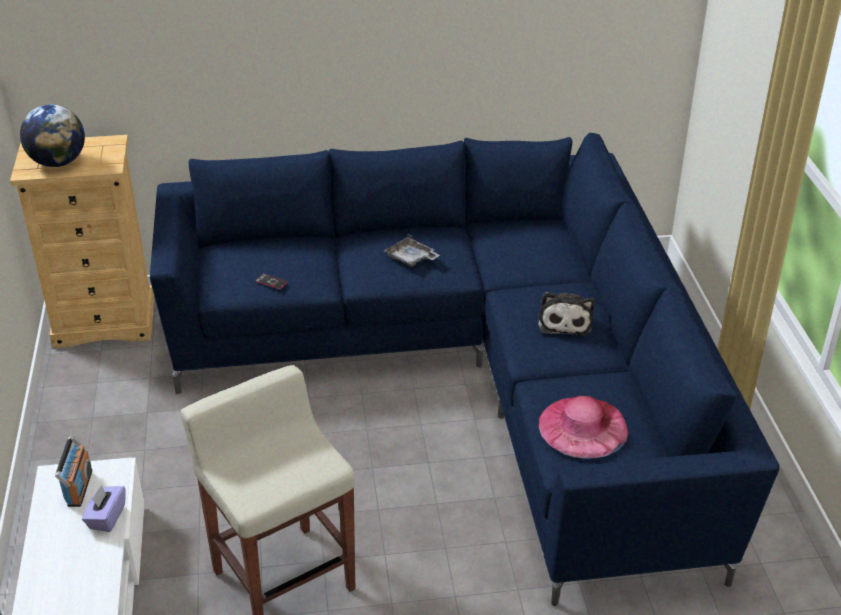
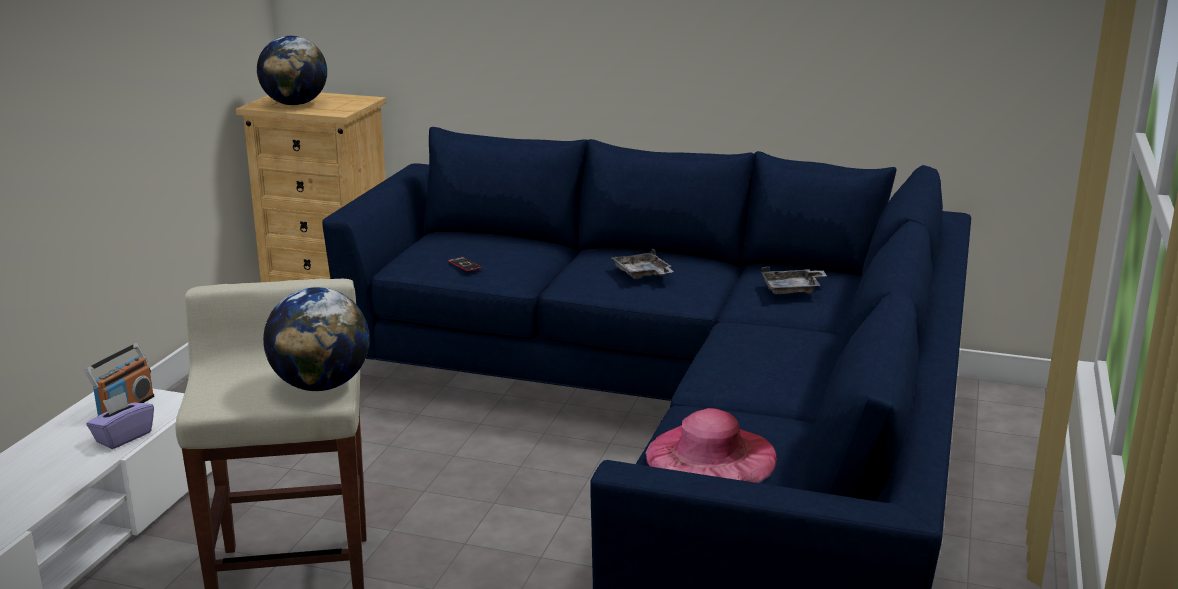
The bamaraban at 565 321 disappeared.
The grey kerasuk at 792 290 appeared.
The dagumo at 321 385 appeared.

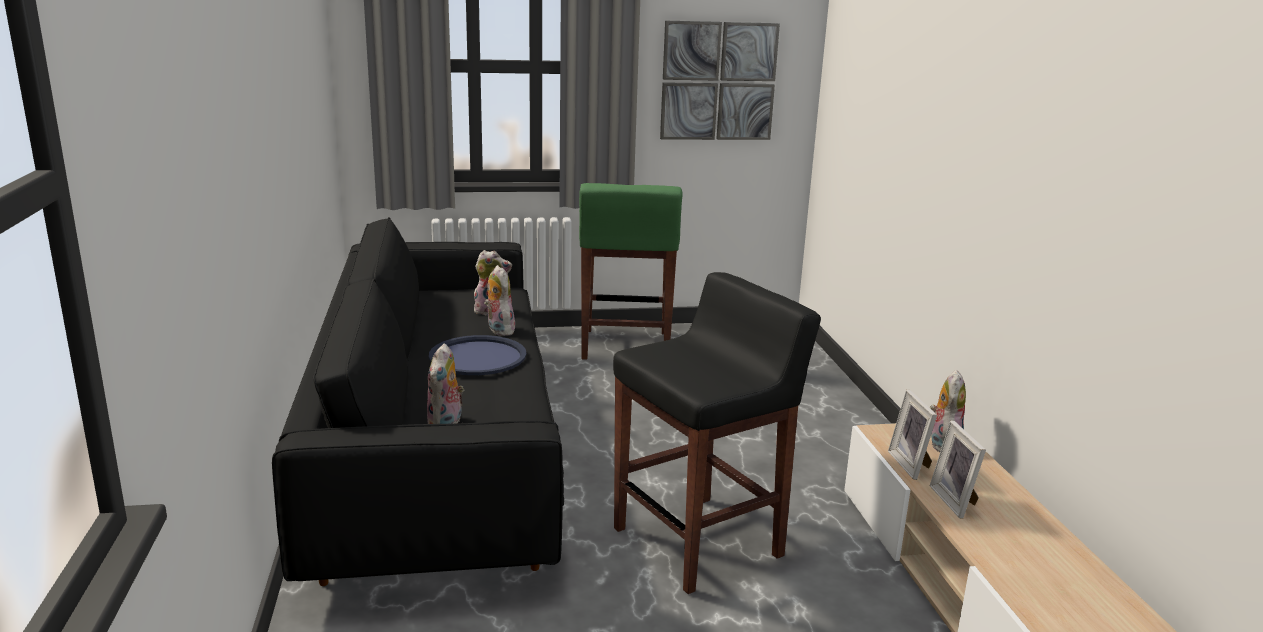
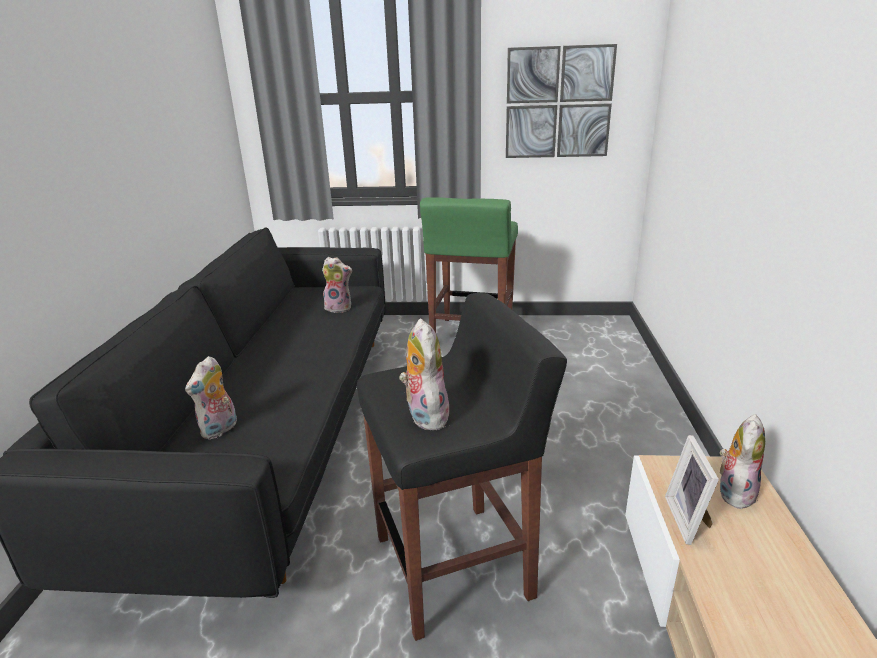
The bamaraban moved from 498 330 to 424 415.
The blue kerasuk at 477 357 disappeared.
The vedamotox at 956 501 disappeared.

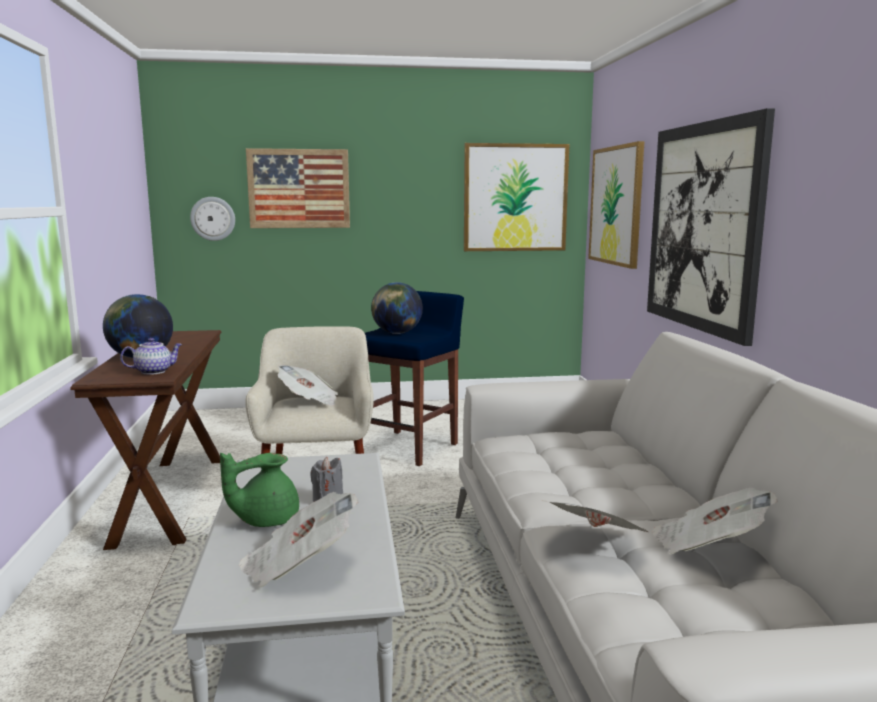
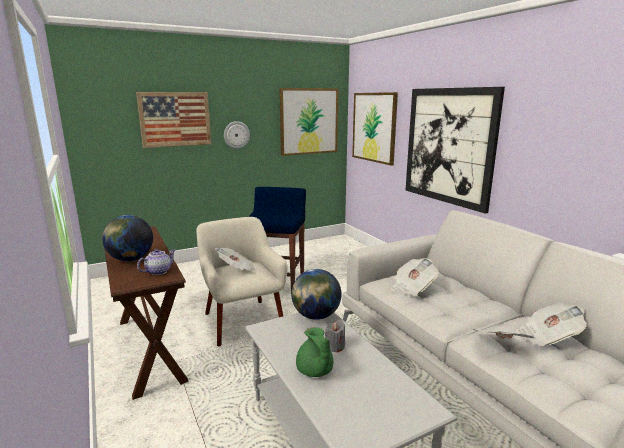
The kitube moved from 213 218 to 236 135.
The dagumo moved from 396 333 to 316 316.
The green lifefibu at 265 520 turned 60 degrees counterclockwise.
The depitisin moved from 298 566 to 412 288.

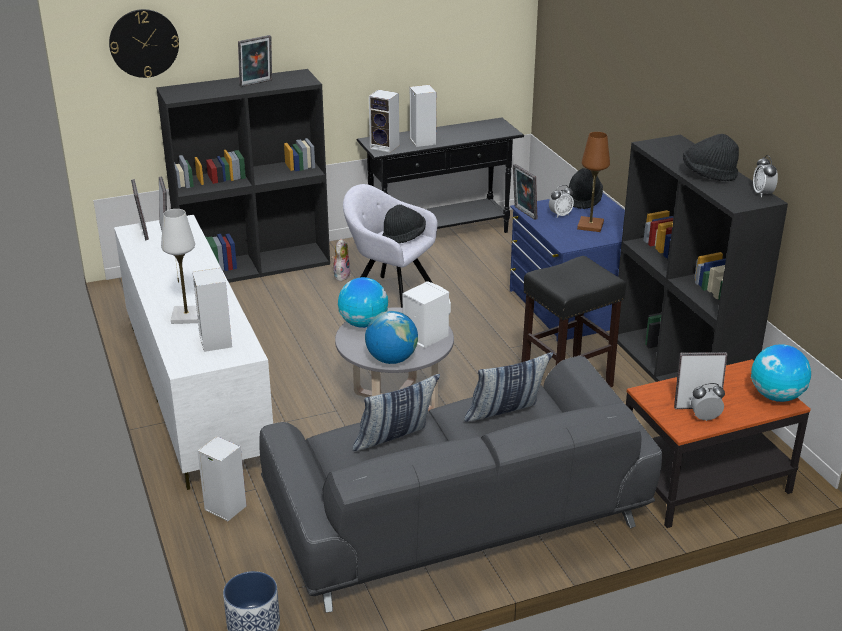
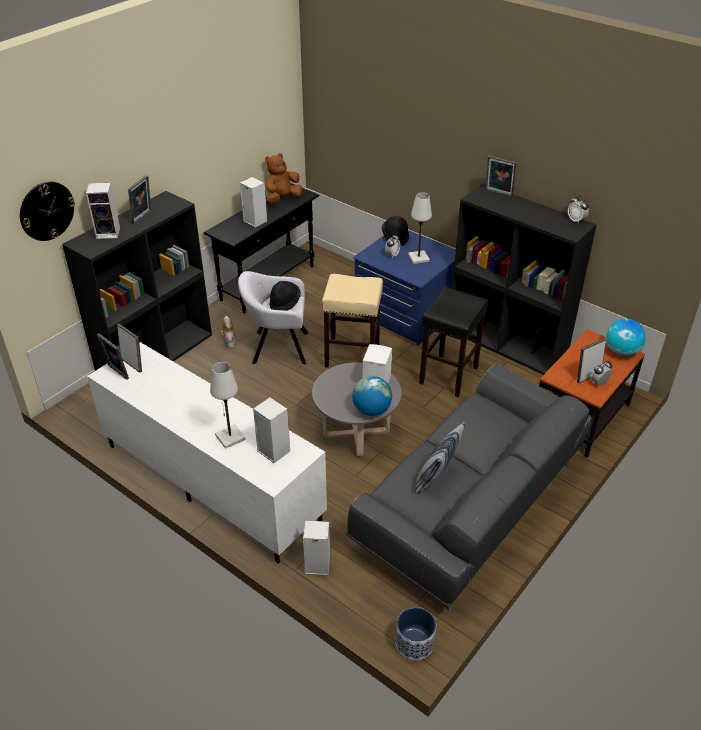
The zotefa moved from 386 147 to 109 233.
The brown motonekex at 590 226 became the white motonekex at 418 258.
The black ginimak at 708 175 disappeared.
The vedamotox moved from 523 213 to 498 193.
The dagumo at 363 324 disappeared.
The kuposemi at 505 418 disappeared.
The brown bamaraban at 282 199 appeared.
The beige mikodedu at 353 356 appeared.

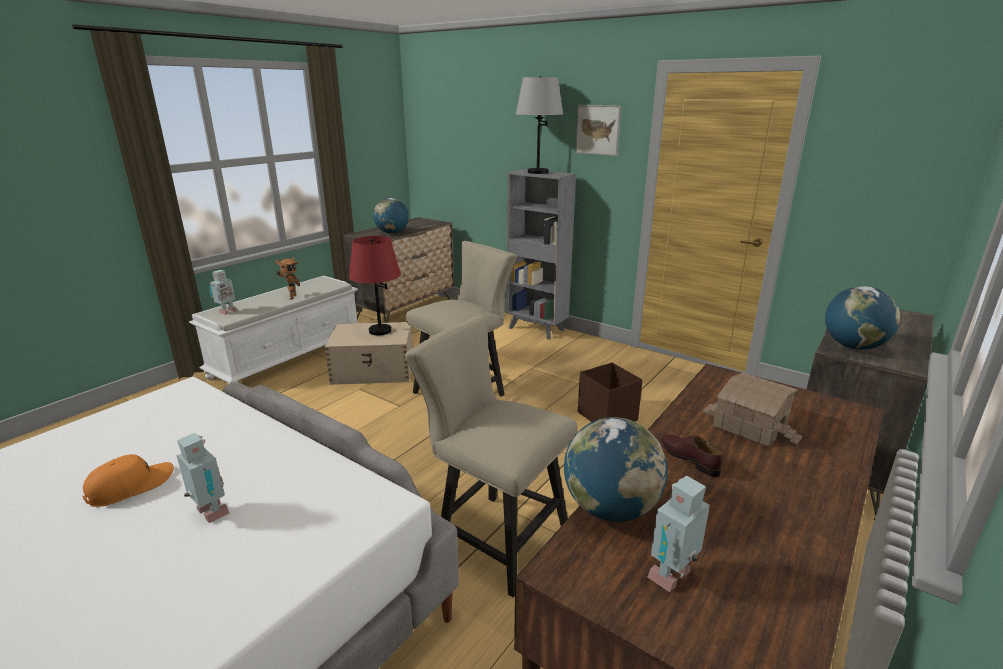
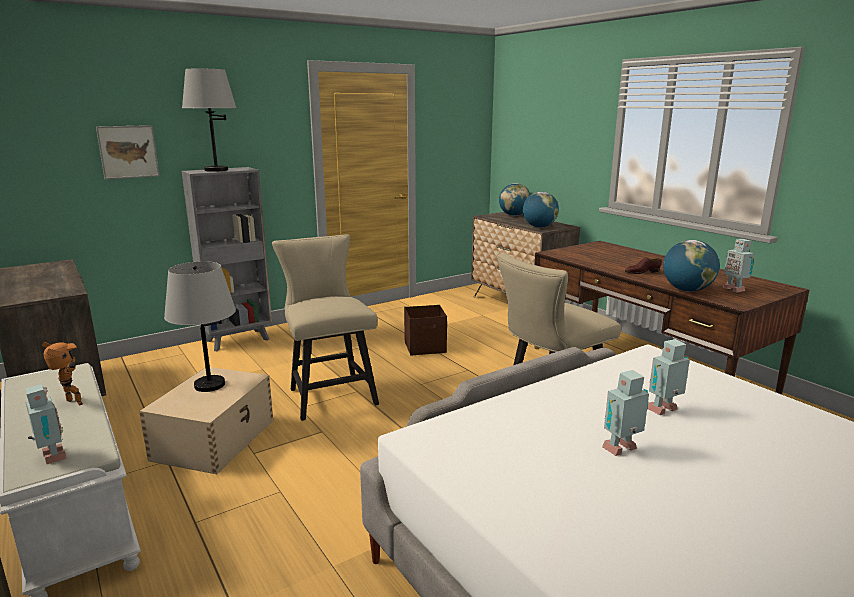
The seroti moved from 598 130 to 128 152.
The dagumo moved from 392 233 to 514 215.
The red motonekex at 379 331 became the grey motonekex at 209 385.
The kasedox at 751 424 disappeared.
The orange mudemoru at 131 486 was replaced by the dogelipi at 622 449.

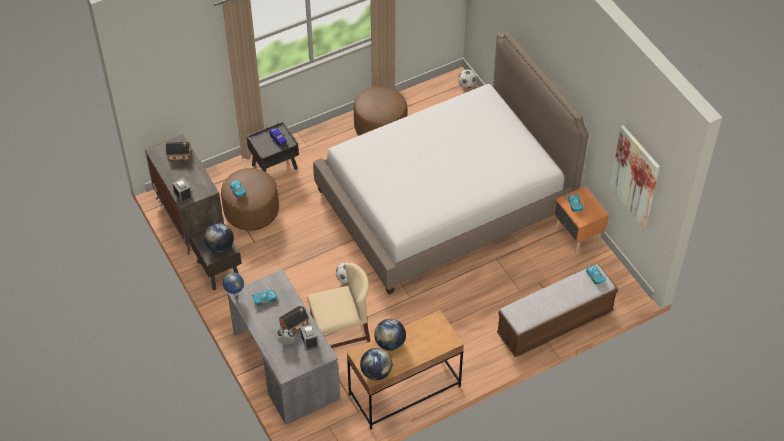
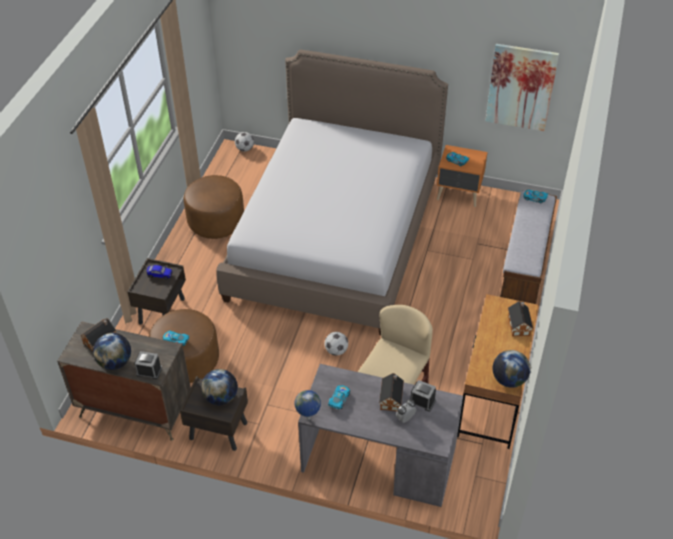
The dagumo moved from 390 343 to 115 362.
The kasedox at 519 325 appeared.

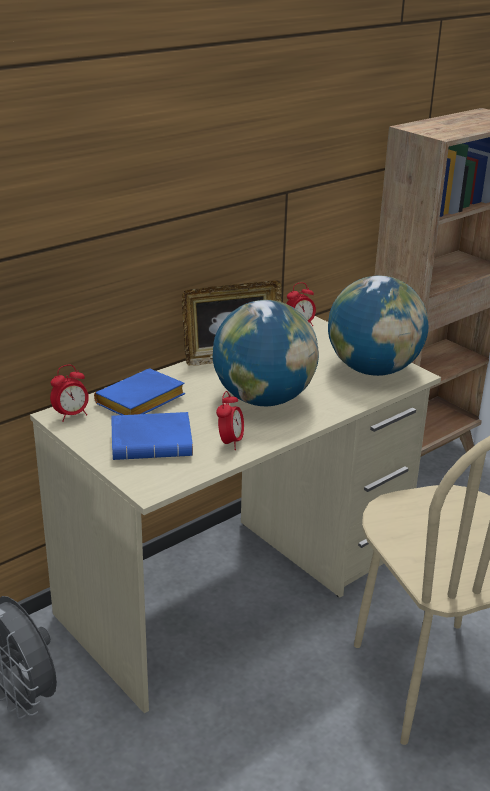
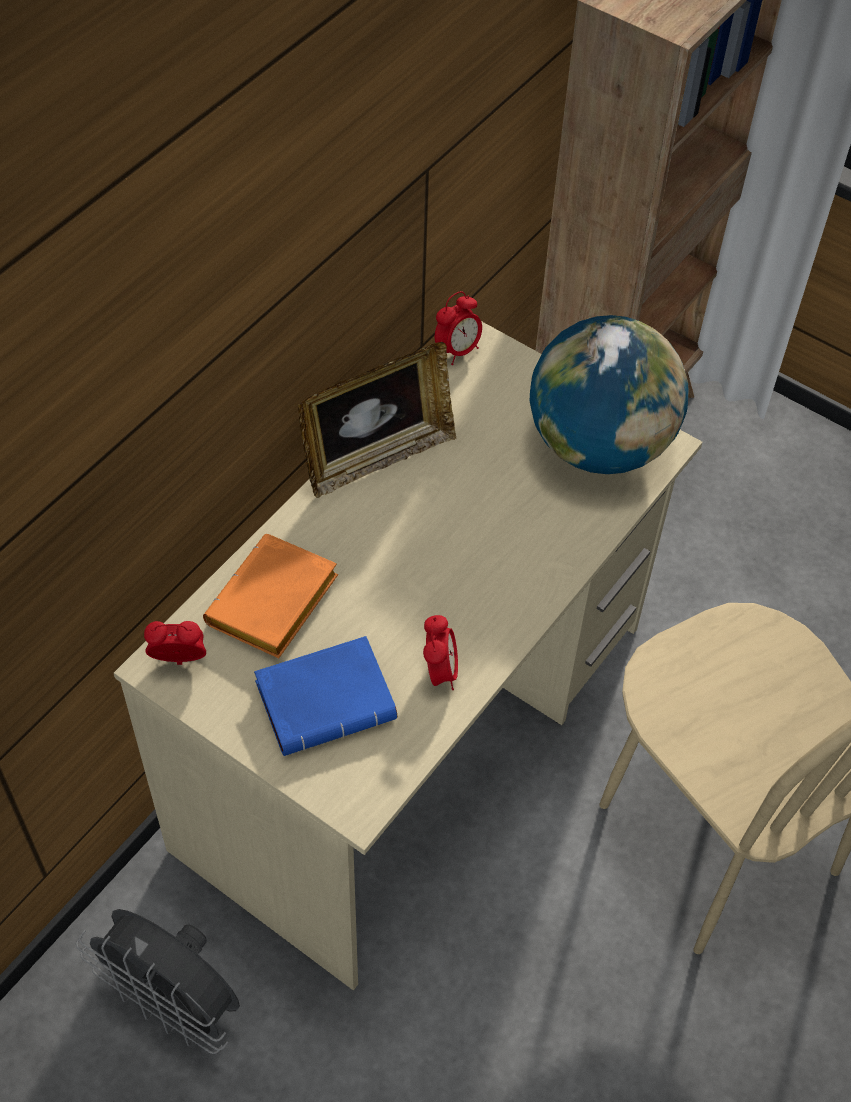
The dagumo at 264 399 disappeared.
The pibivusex at 71 415 turned 135 degrees counterclockwise.
The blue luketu at 140 402 became the orange luketu at 274 606.

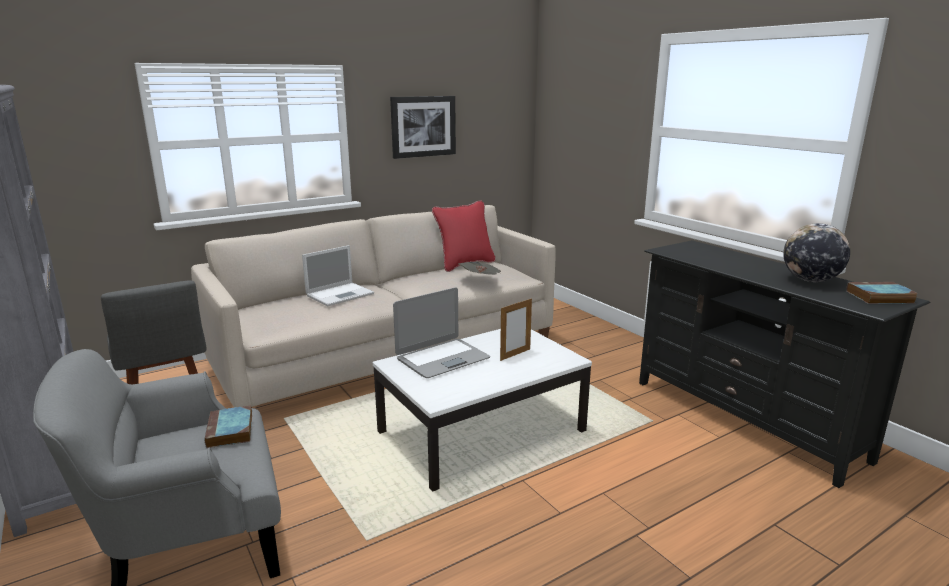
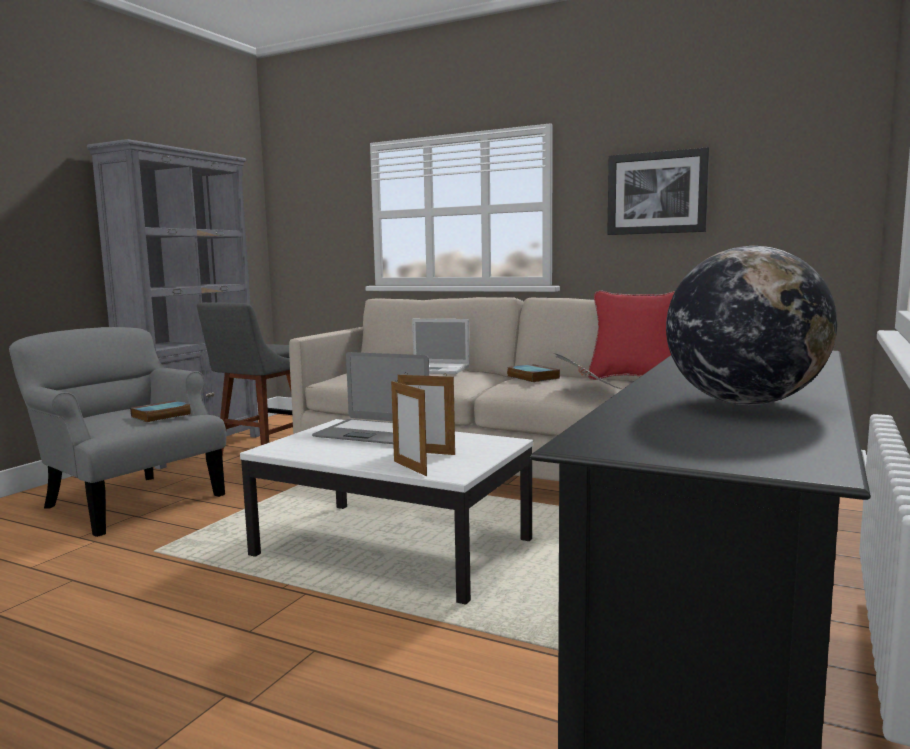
The luketu moved from 879 297 to 532 377.
The vedamotox at 410 468 appeared.

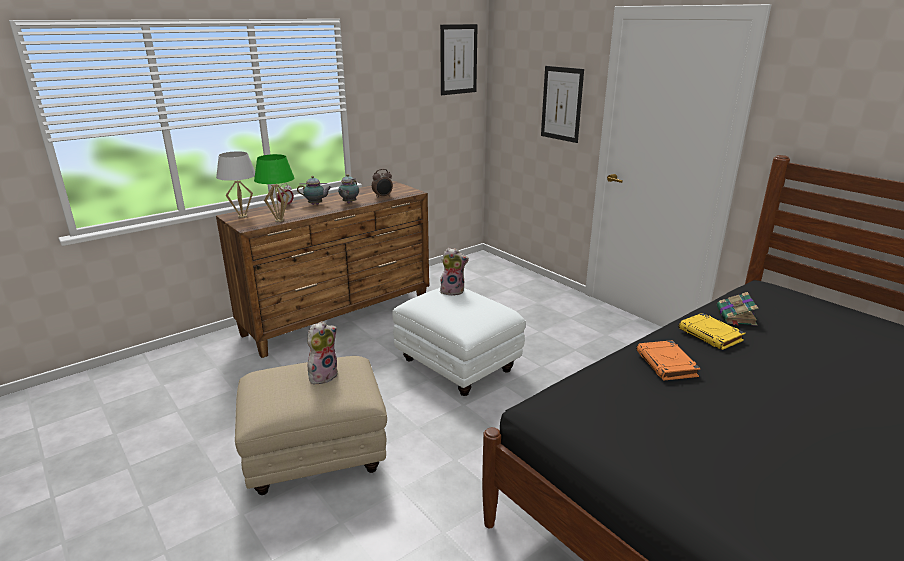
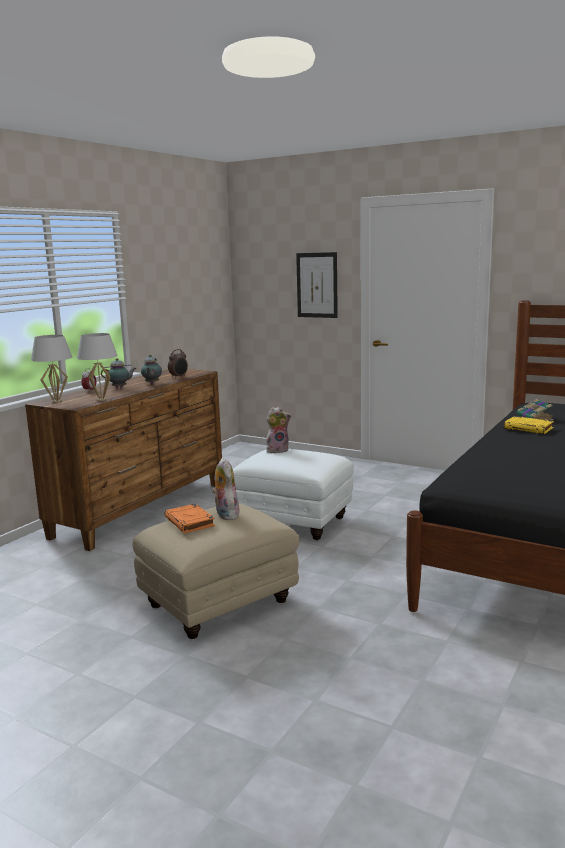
The seroti at 458 59 disappeared.
The green motonekex at 279 220 became the white motonekex at 101 399.
The bamaraban at 323 375 turned 45 degrees counterclockwise.
The orange luketu moved from 667 364 to 190 522.

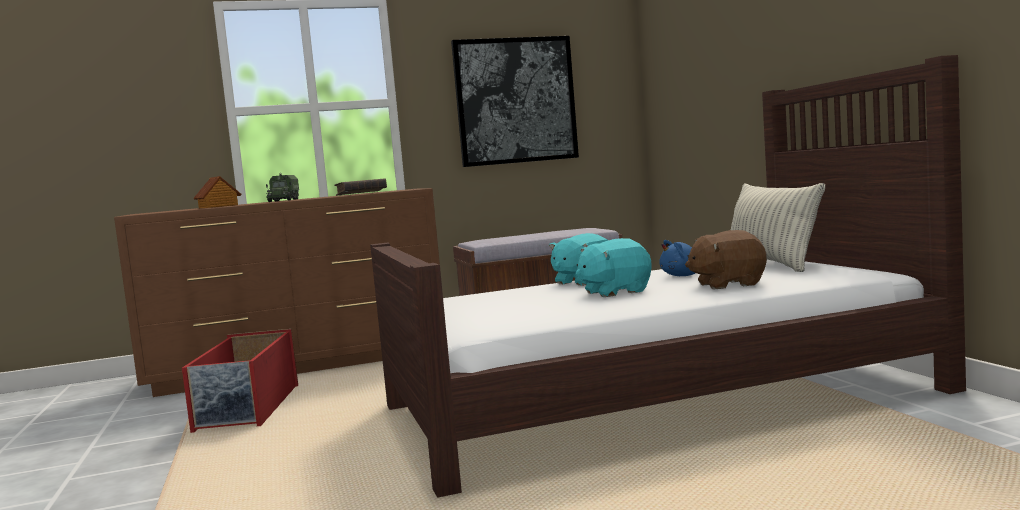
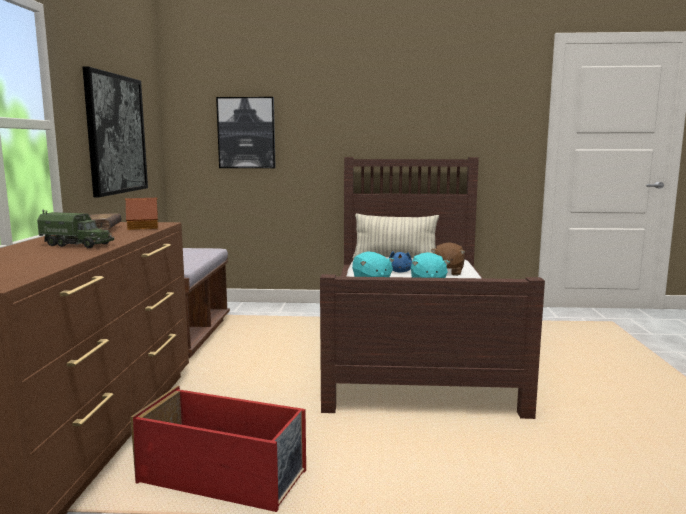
The kasedox moved from 218 206 to 143 227.
The seroti at 246 133 appeared.

